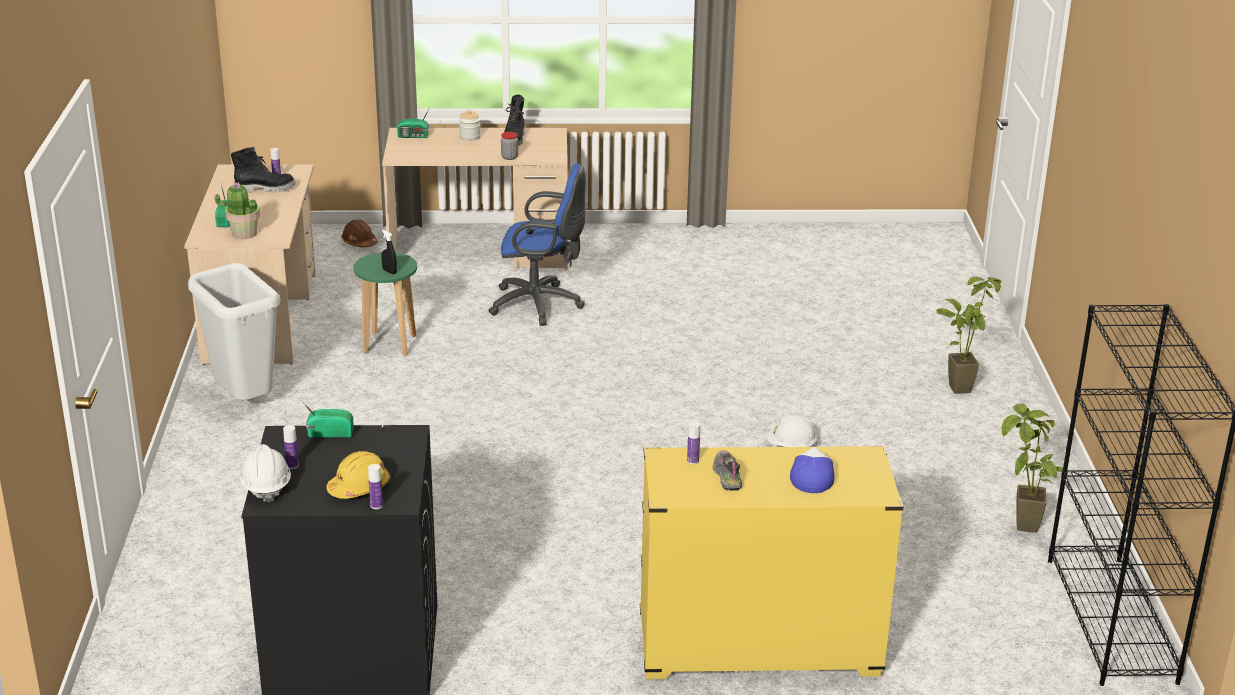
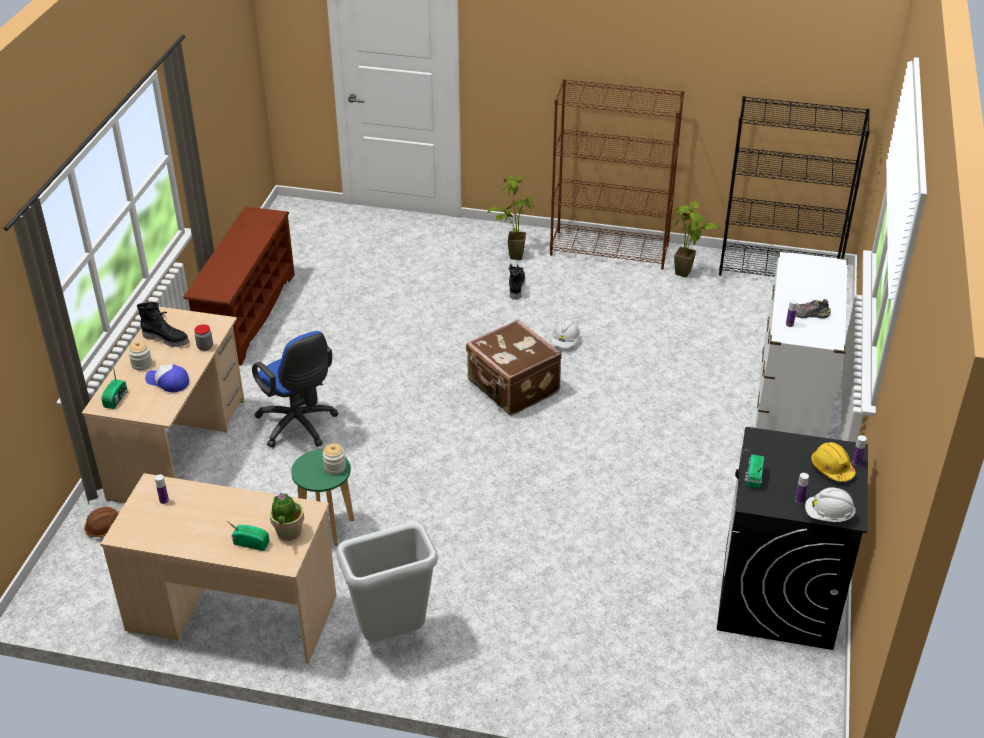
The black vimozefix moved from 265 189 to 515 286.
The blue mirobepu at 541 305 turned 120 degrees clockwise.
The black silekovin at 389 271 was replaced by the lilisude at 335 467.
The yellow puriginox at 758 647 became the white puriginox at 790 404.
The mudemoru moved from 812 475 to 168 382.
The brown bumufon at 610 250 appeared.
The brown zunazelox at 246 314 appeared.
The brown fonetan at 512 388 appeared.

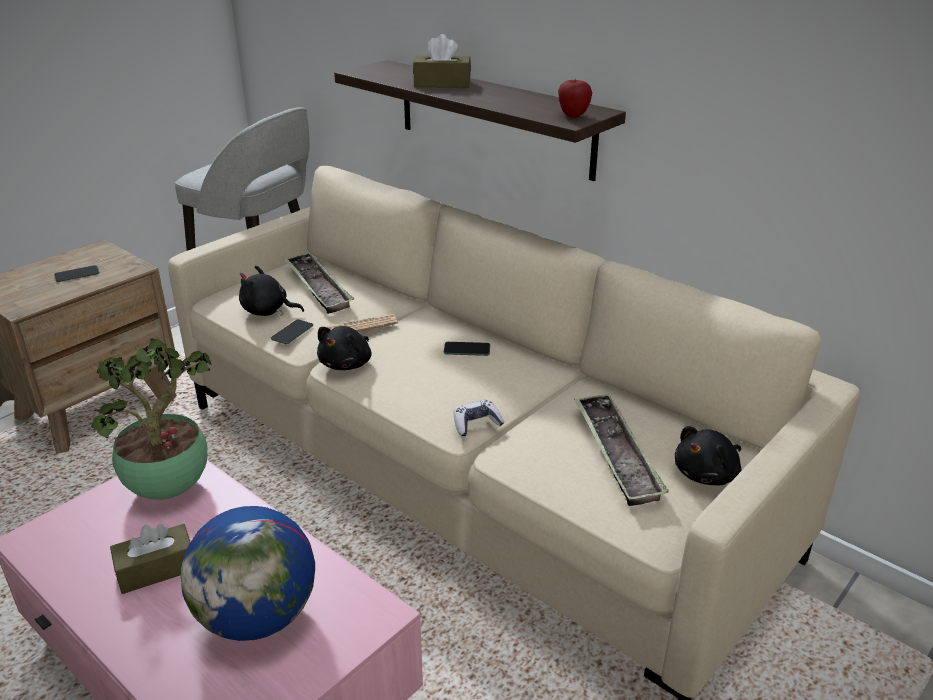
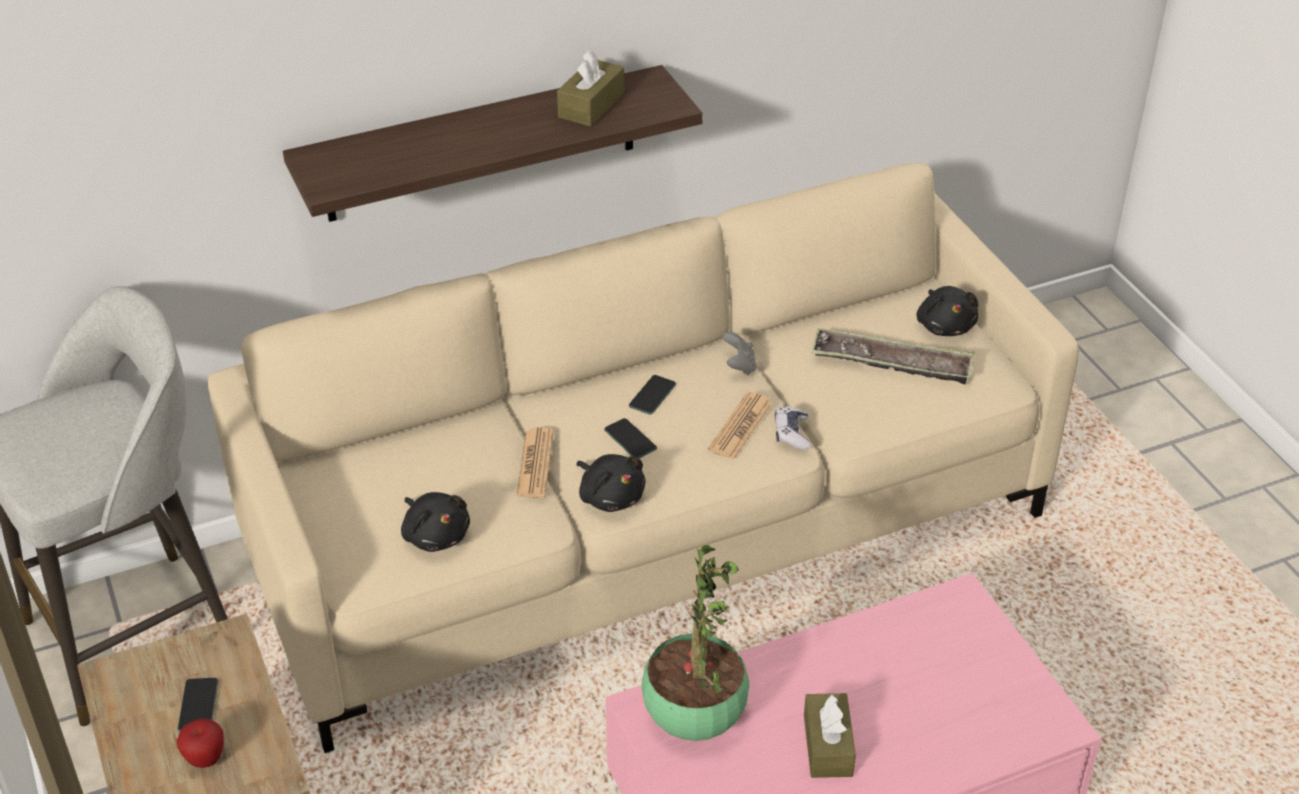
The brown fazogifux moved from 442 83 to 591 105.
The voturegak moved from 573 115 to 205 759.
The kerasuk at 318 287 disappeared.
The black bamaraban at 267 311 turned 75 degrees counterclockwise.
The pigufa moved from 292 332 to 630 439.
The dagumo at 258 617 disappeared.
The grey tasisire at 739 366 appeared.
The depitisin at 740 426 appeared.

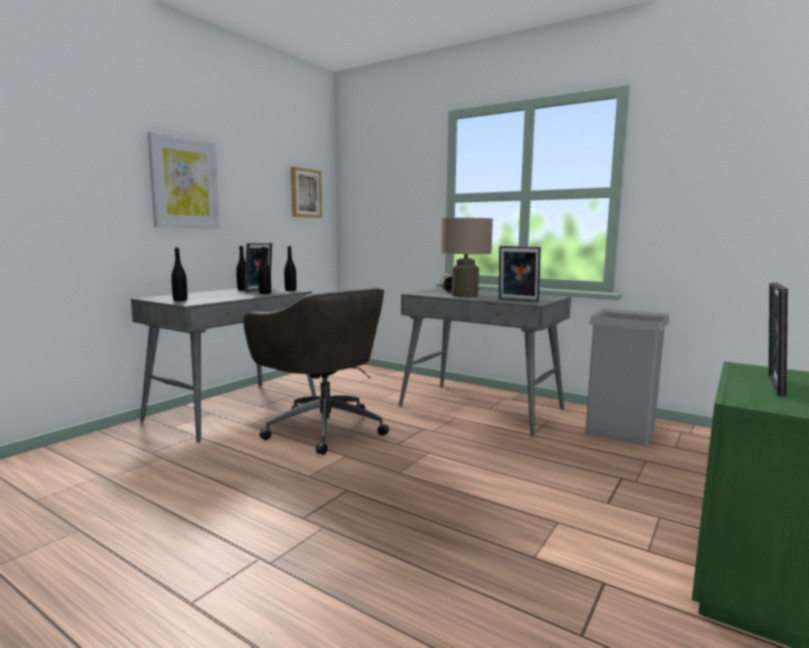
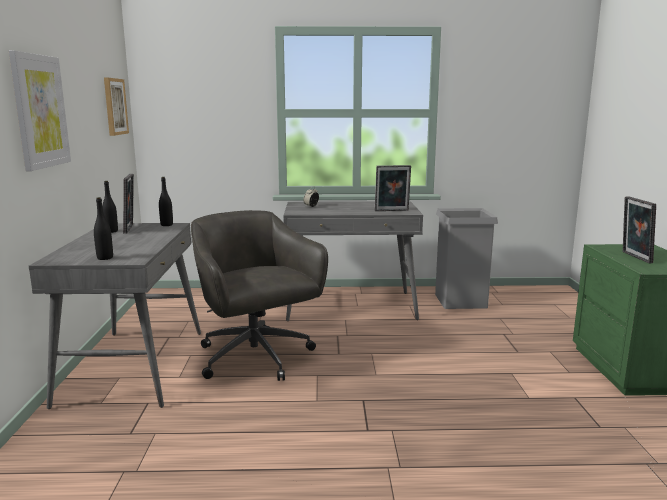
The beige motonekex at 464 295 disappeared.
The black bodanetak at 265 293 disappeared.
The grey mirobepu at 323 427 turned 135 degrees counterclockwise.

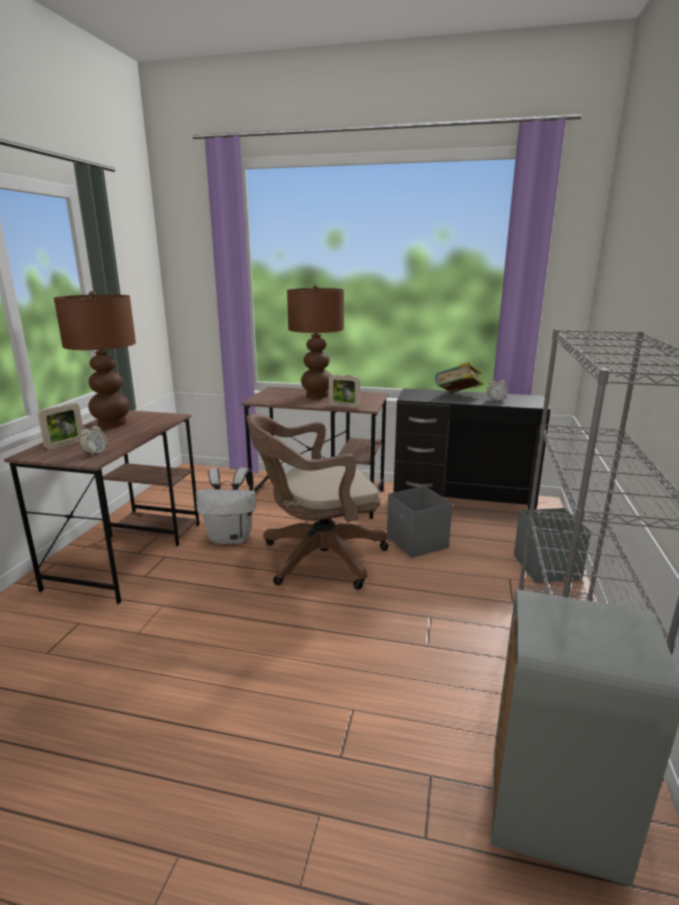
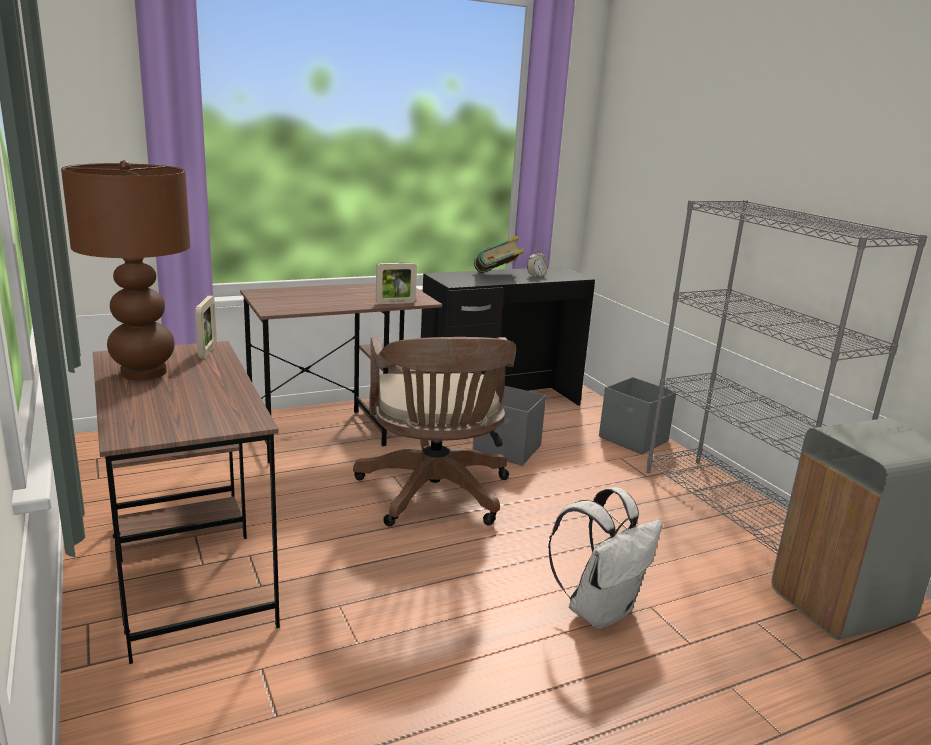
The brown motonekex at 317 395 disappeared.
The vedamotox moved from 65 444 to 207 351.
The brown mirobepu at 317 558 turned 45 degrees counterclockwise.
The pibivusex at 95 452 disappeared.
The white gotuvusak moved from 231 538 to 600 610.

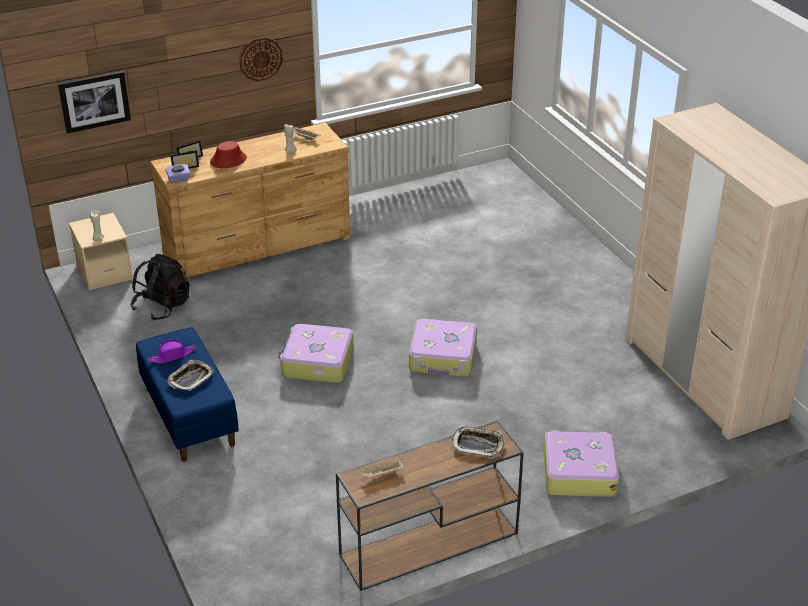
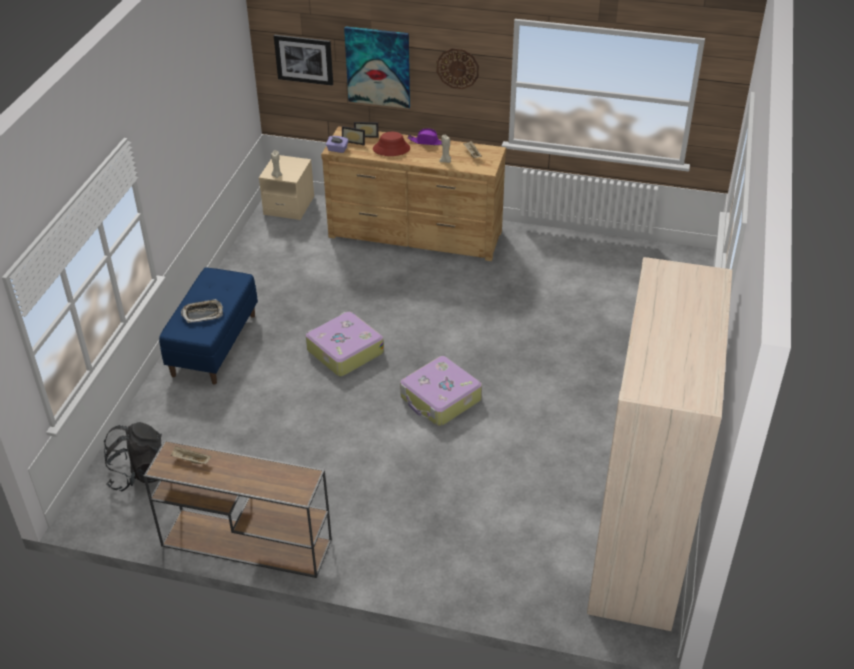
The black gotuvusak moved from 162 306 to 139 473.
The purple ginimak moved from 172 356 to 427 142.
The kerasuk at 478 444 disappeared.
The fonetan at 578 472 disappeared.
The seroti at 378 67 appeared.

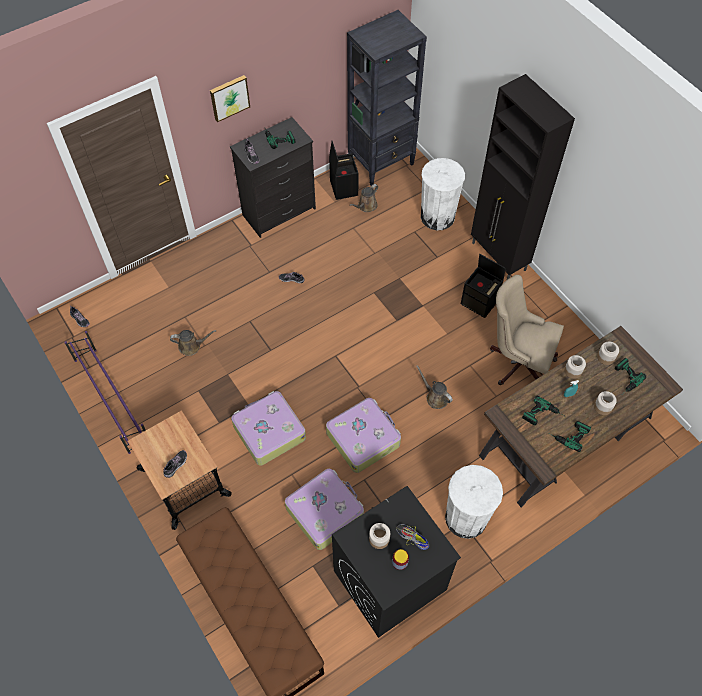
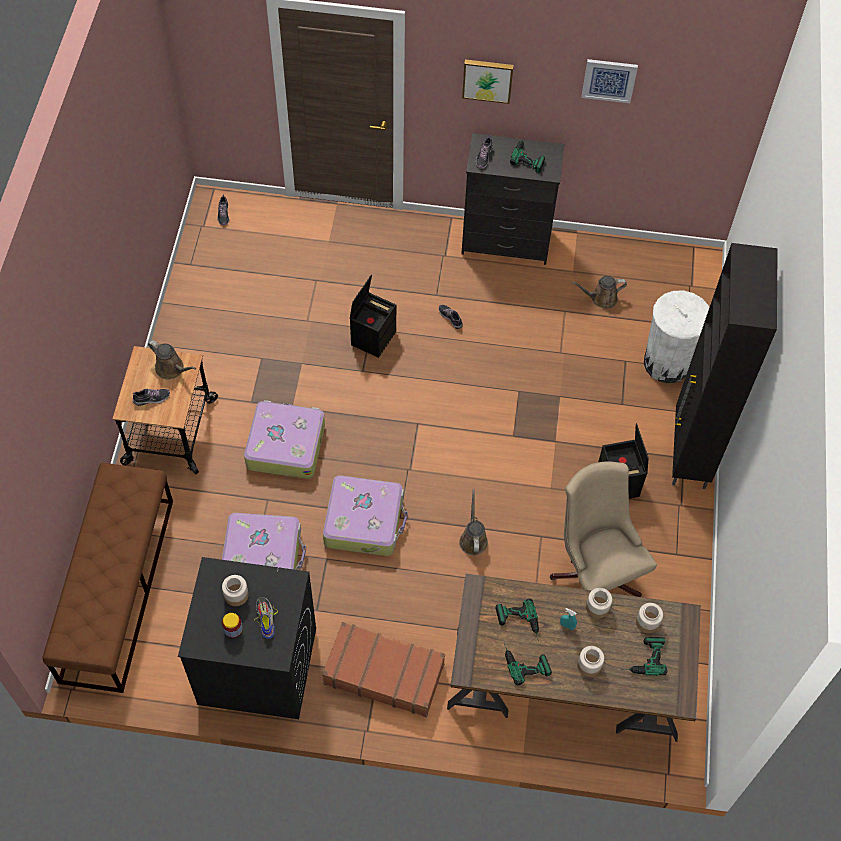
The black bumufon at 381 163 disappeared.
The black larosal moved from 343 187 to 373 337.
The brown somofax moved from 192 346 to 172 369.
The purple zunazelox at 111 399 disappeared.
The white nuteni at 466 518 was replaced by the brown fonetan at 384 673.
The seroti at 609 80 appeared.

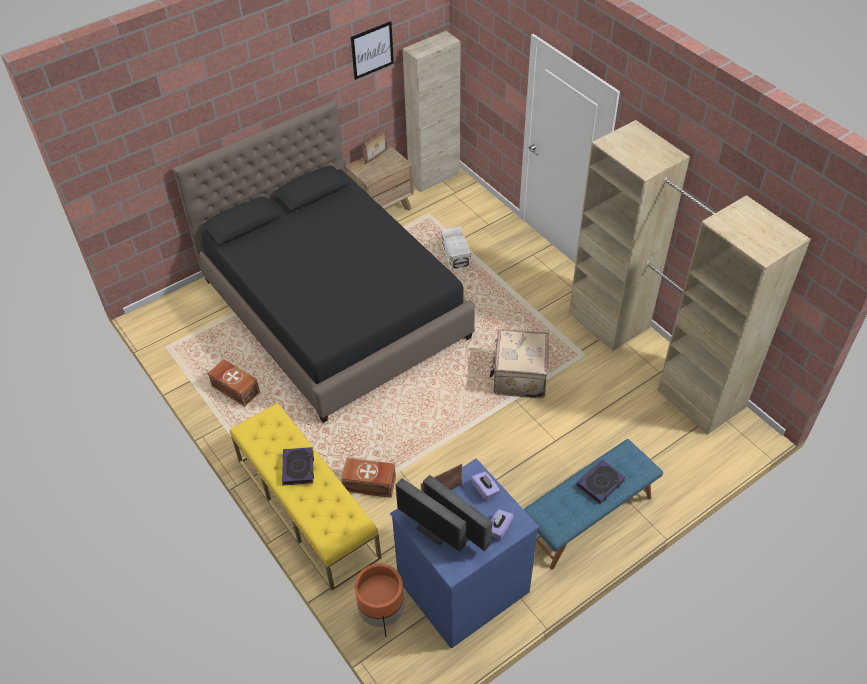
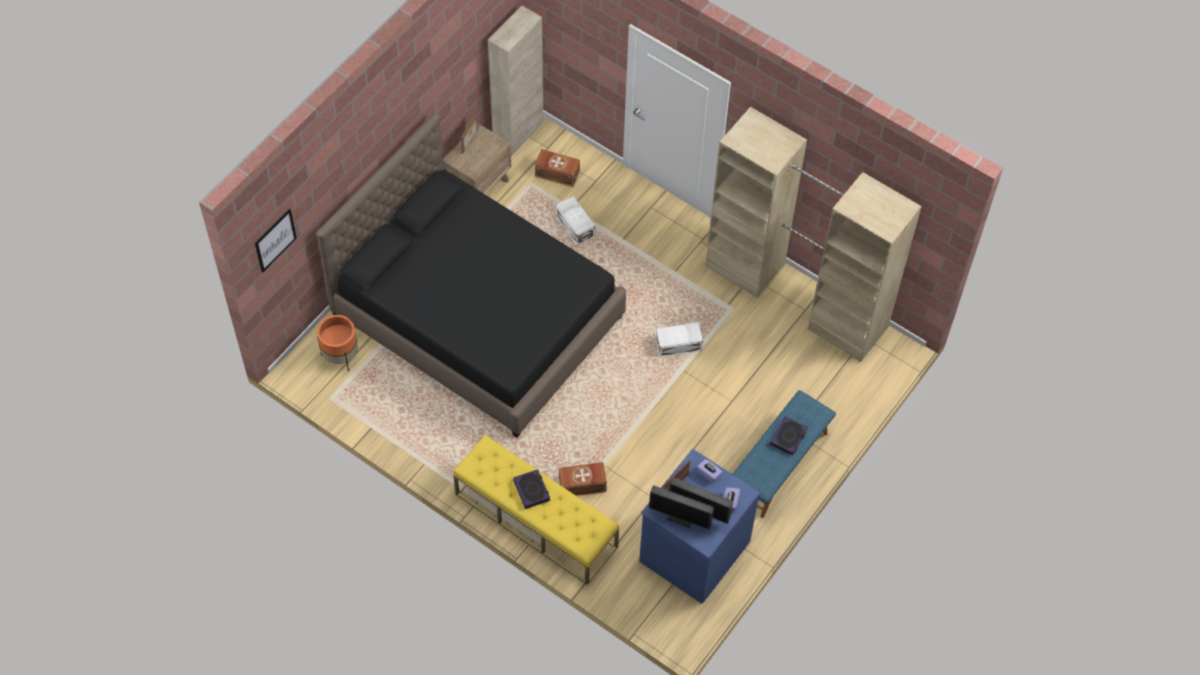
The seroti moved from 372 50 to 275 240.
The beige fonetan at 518 376 was replaced by the white larosal at 679 346.
The brown larosal moved from 236 389 to 557 173.
The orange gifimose moved from 382 613 to 340 356.

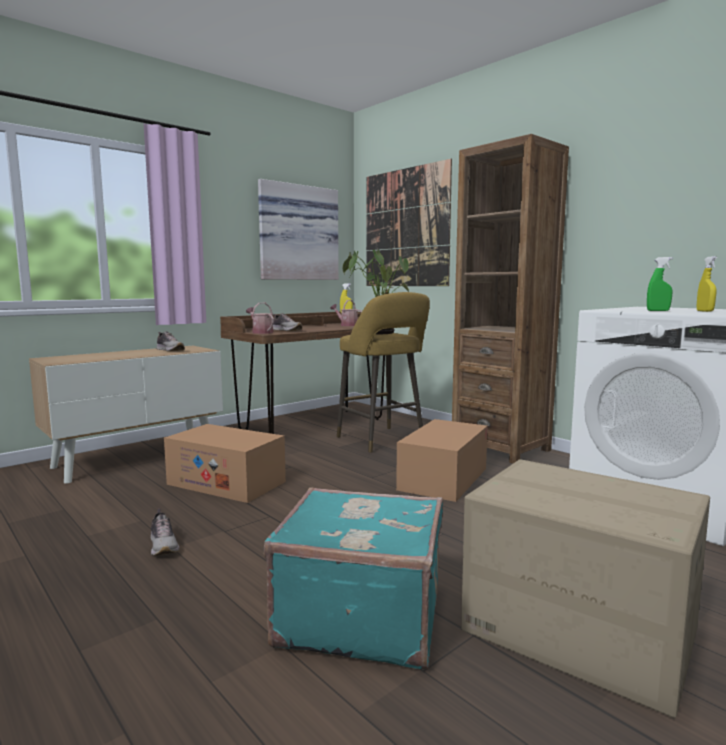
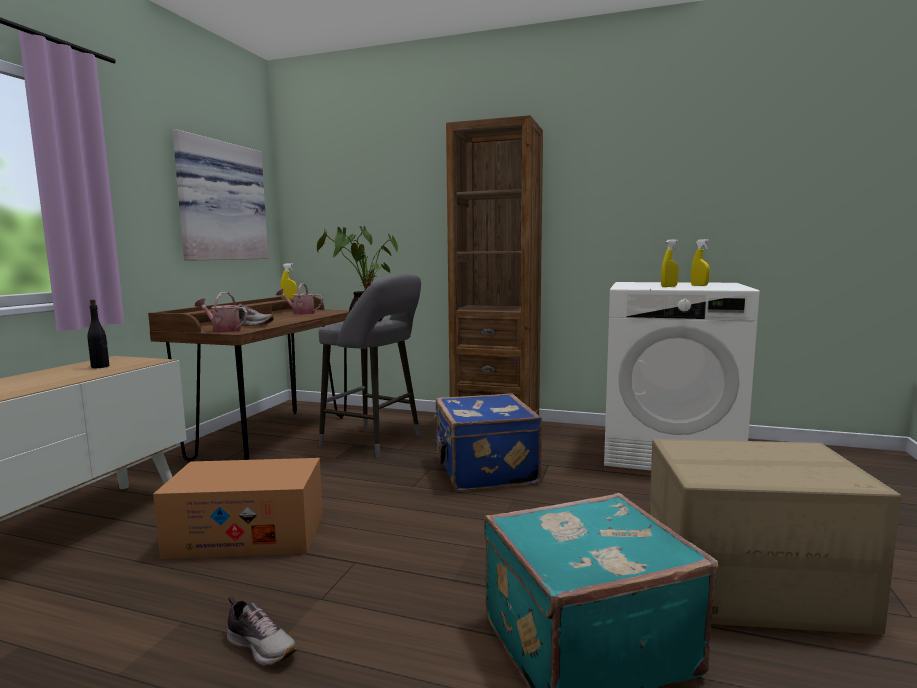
The seroti at 405 228 disappeared.
The green silekovin at 658 311 became the yellow silekovin at 669 286.
The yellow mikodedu at 383 440 became the grey mikodedu at 376 441.
The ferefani at 170 350 was replaced by the black bodanetak at 100 366.
The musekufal at 443 479 was replaced by the blue fonetan at 484 471.

